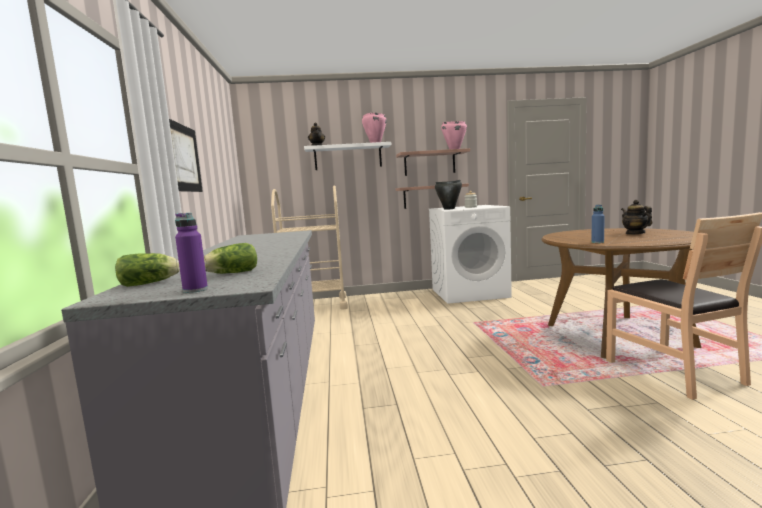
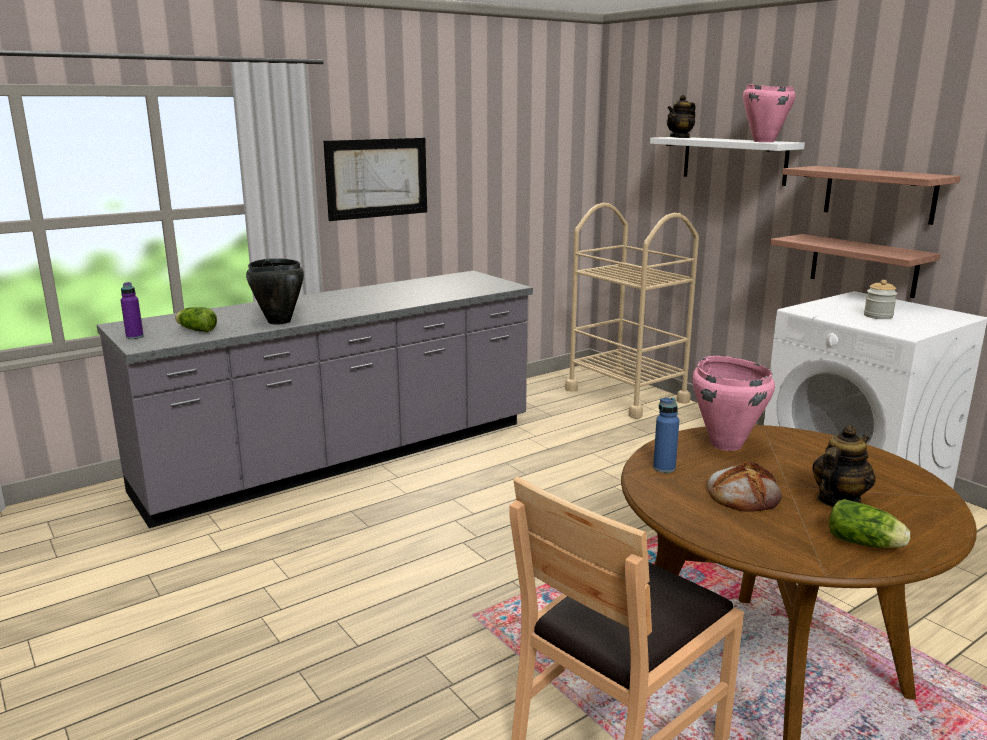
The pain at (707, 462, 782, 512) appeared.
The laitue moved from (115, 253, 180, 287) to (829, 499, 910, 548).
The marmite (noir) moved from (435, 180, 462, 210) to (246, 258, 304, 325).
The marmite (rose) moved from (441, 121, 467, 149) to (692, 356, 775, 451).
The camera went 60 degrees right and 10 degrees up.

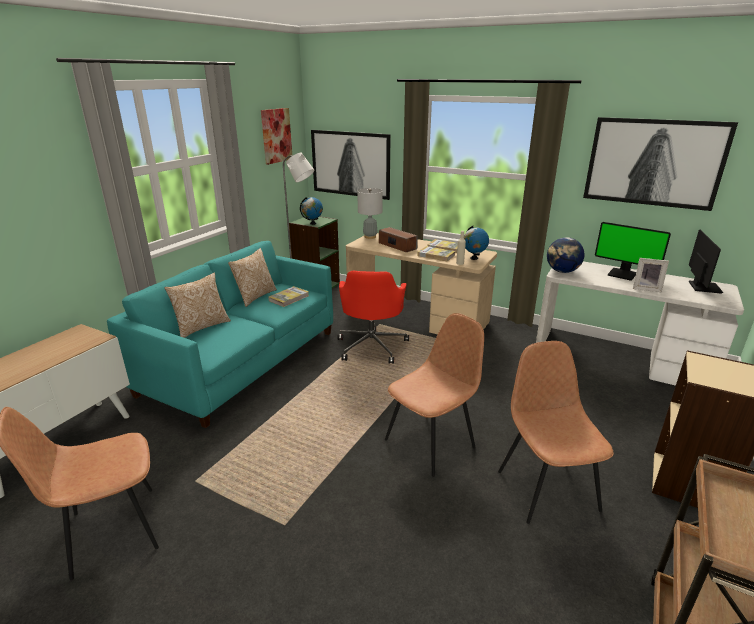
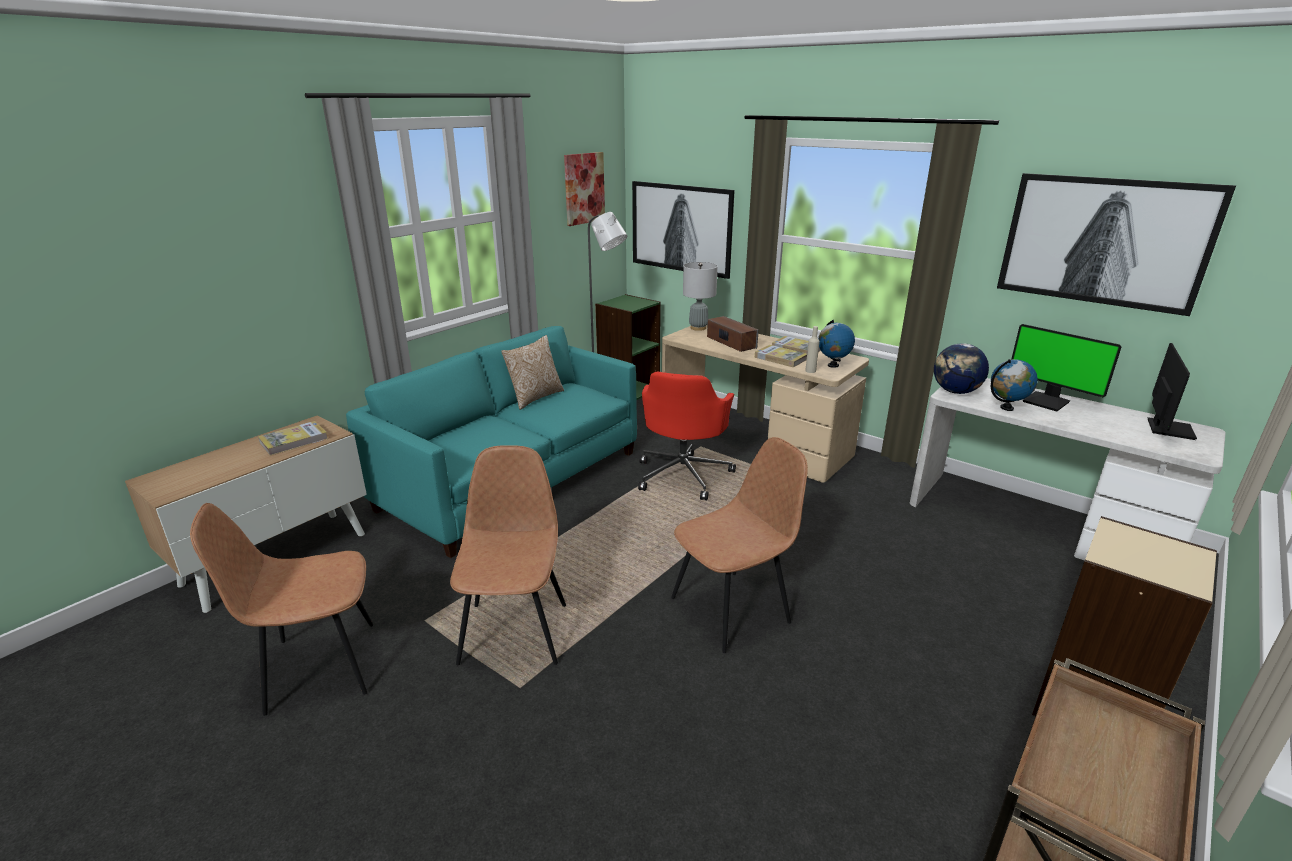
The coussin at (164, 272, 231, 338) disappeared.
The cadre photo at (633, 258, 669, 292) disappeared.
The livre moved from (268, 286, 309, 307) to (258, 421, 328, 456).
The globe moved from (300, 197, 323, 225) to (991, 359, 1038, 411).
The chaise (marron) moved from (498, 341, 614, 524) to (450, 445, 566, 665).
The camera went 10 degrees right and 0 degrees up.

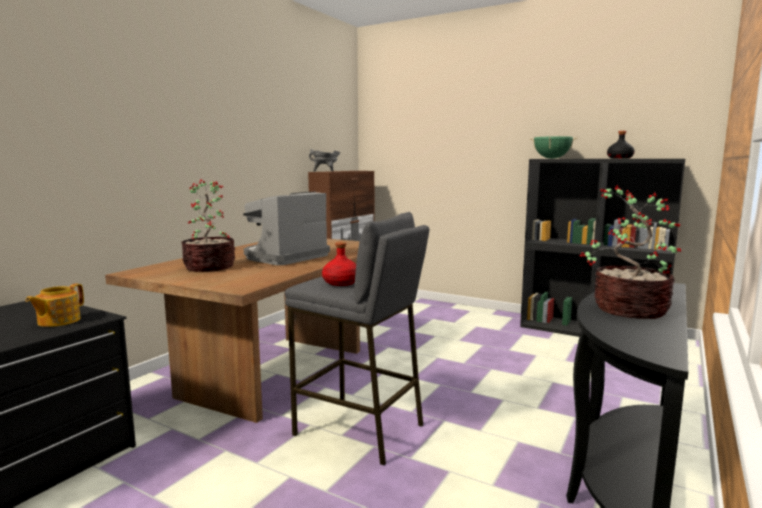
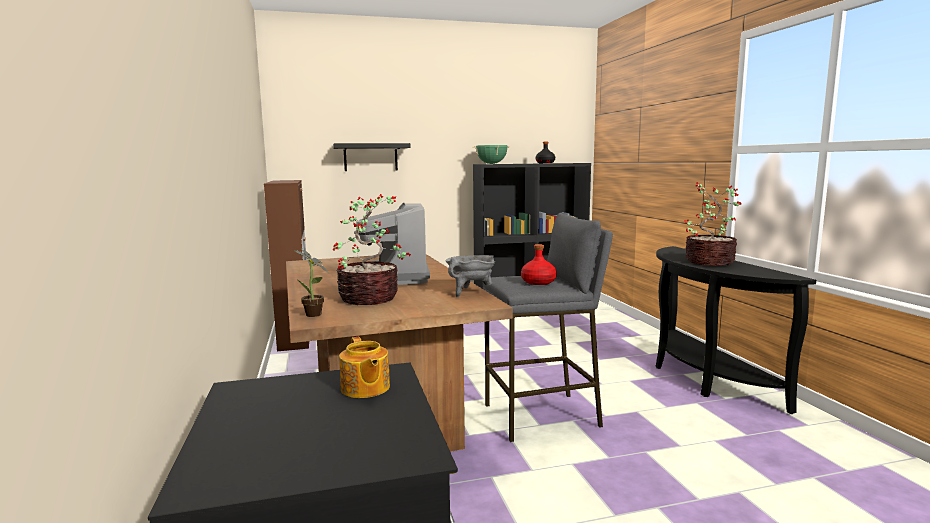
The plante en pot at (294, 249, 329, 317) appeared.
The étagère (noir) at (333, 143, 411, 171) appeared.
The marmite (gris) moved from (309, 149, 340, 172) to (445, 255, 495, 297).
The camera went 45 degrees left and 0 degrees up.

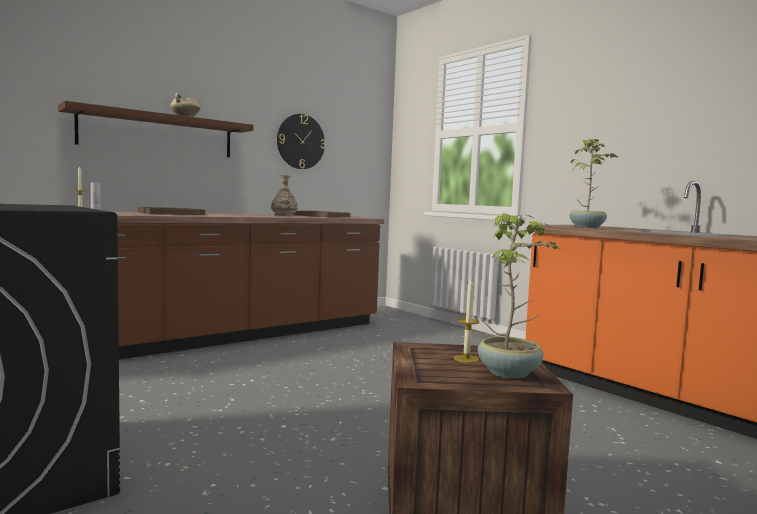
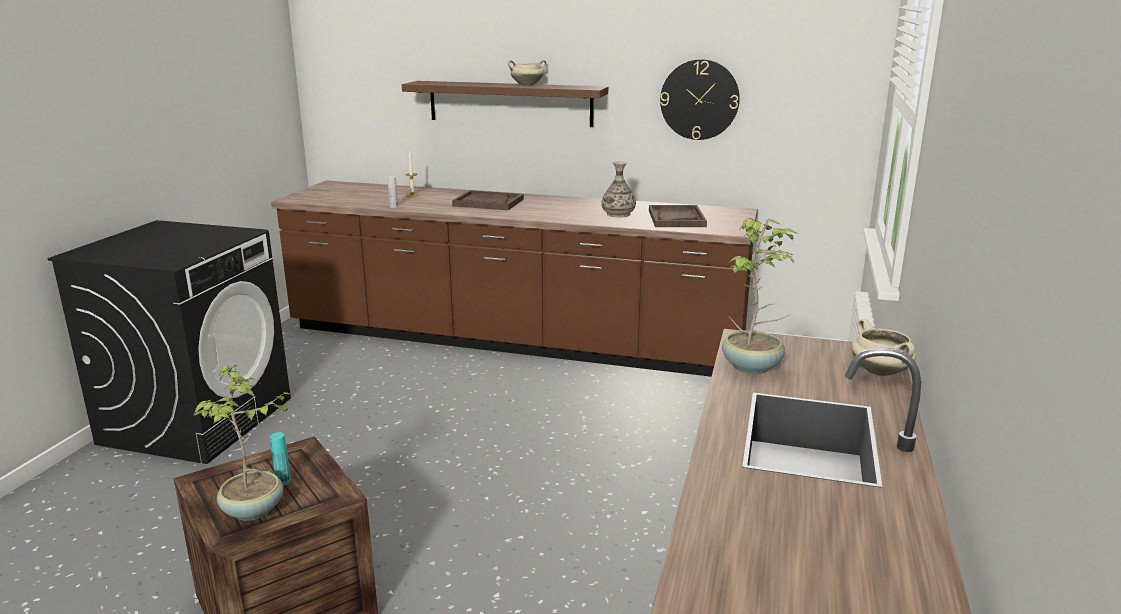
The marmite (beige) at (851, 319, 916, 376) appeared.
The bougie at (454, 279, 480, 363) was replaced by the bouteille (turquoise) at (270, 432, 291, 485).
The camera went 55 degrees right and 15 degrees up.

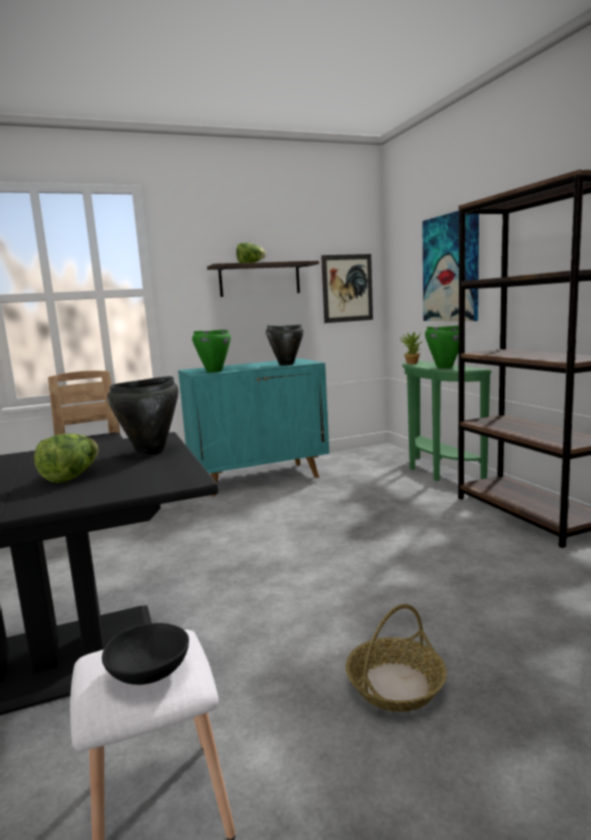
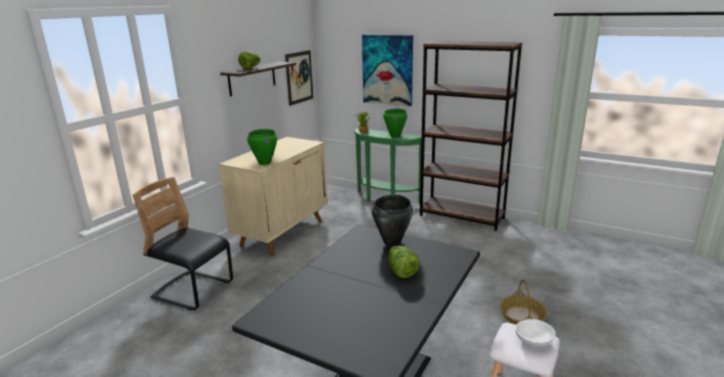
The marmite (noir) at (266, 325, 304, 365) disappeared.
The bol (noir) at (102, 623, 189, 685) became the bol (blanc) at (515, 319, 555, 347).
The meuble de rangement (turquoise) at (178, 358, 329, 496) became the meuble de rangement (beige) at (219, 137, 328, 256).
The camera went 40 degrees left and 10 degrees up.

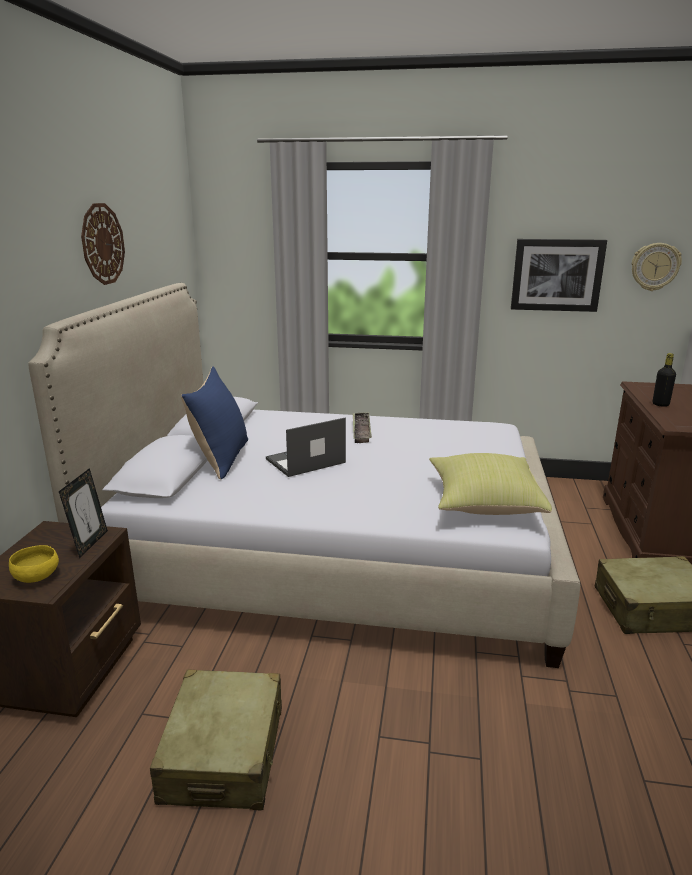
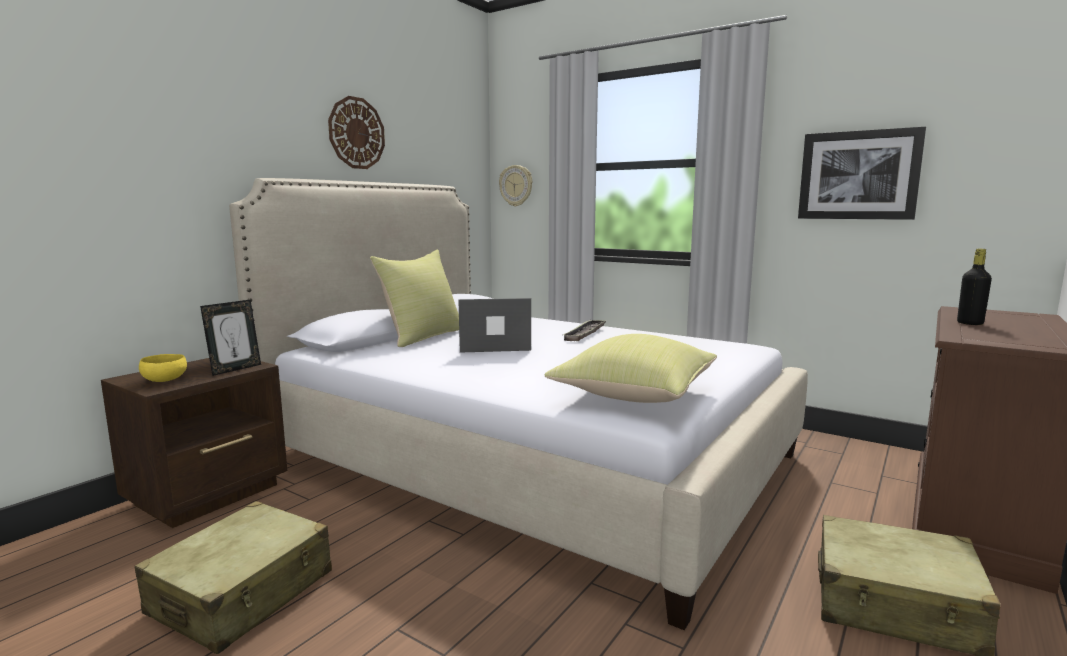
The horloge murale moved from (632, 243, 682, 291) to (499, 165, 532, 207).
The coussin (bleu) at (181, 367, 248, 480) became the coussin (jaune) at (370, 250, 459, 347).
The camera went 25 degrees right and 10 degrees down.

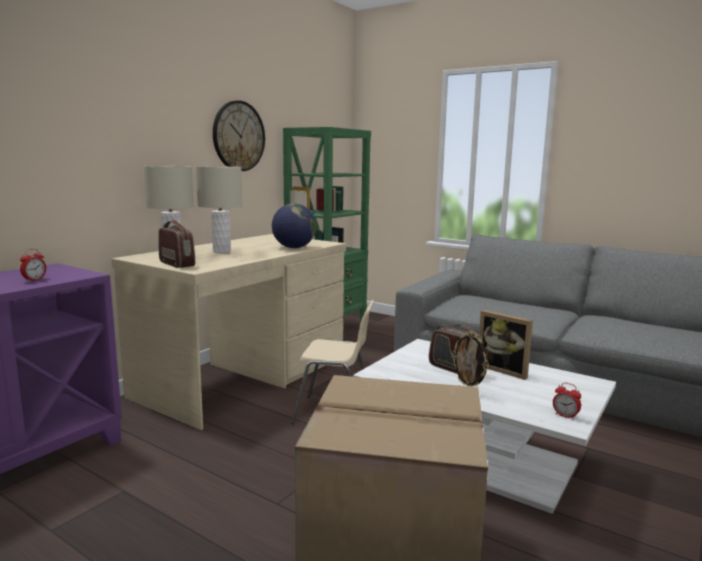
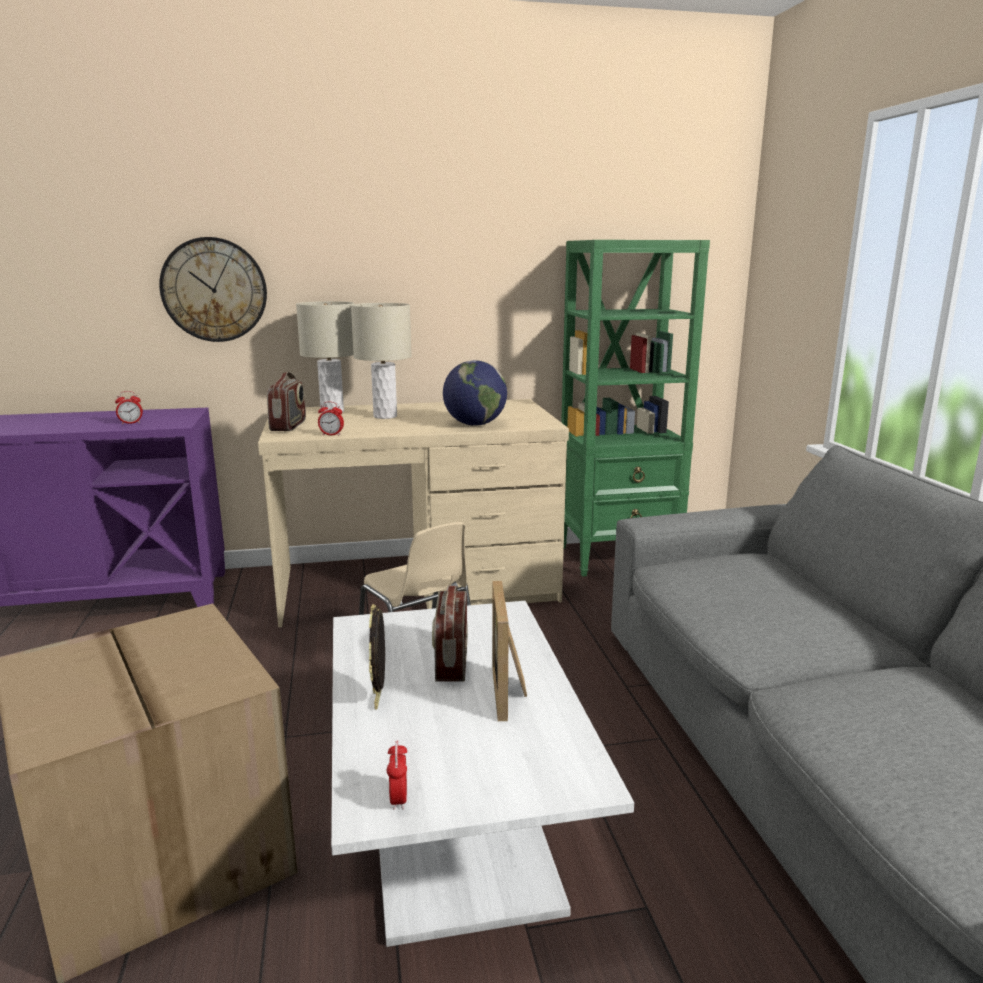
The réveil at (318, 402, 344, 436) appeared.
The horloge murale moved from (213, 101, 265, 171) to (159, 237, 267, 342).
The camera went 45 degrees right and 5 degrees up.

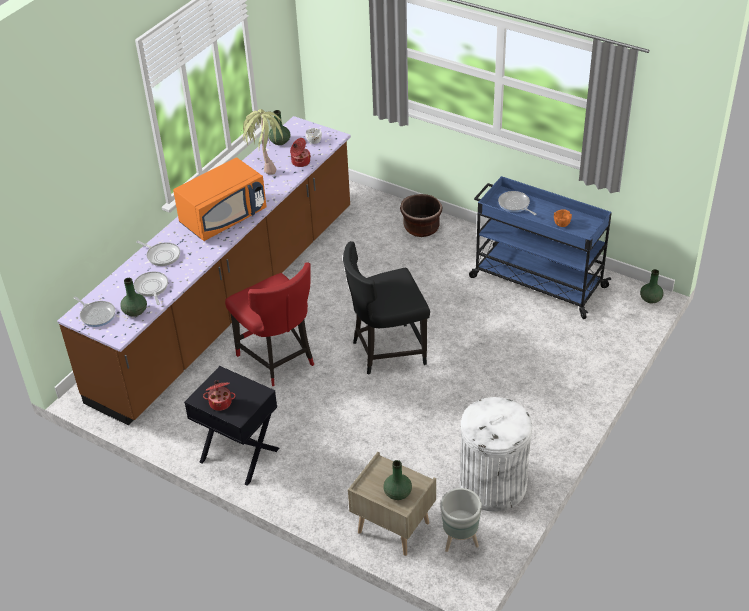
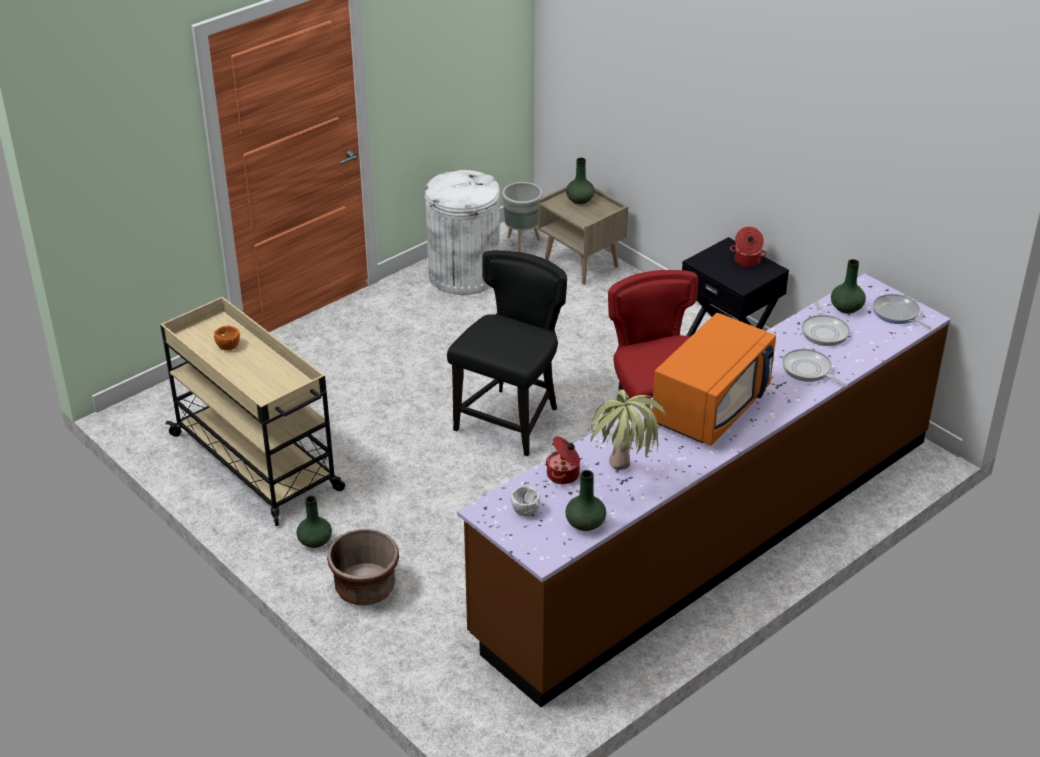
The poêle at (498, 191, 536, 215) disappeared.
The vase (vert) moved from (640, 269, 664, 303) to (297, 496, 332, 548).
The chariot (bleu) at (469, 176, 612, 319) became the chariot (beige) at (160, 297, 345, 526).
The micro-ondes (orange) at (173, 158, 267, 241) turned 150 degrees clockwise.
The chaise (noir) at (343, 241, 430, 375) turned 60 degrees counterclockwise.
The camera went 165 degrees left and 5 degrees down.

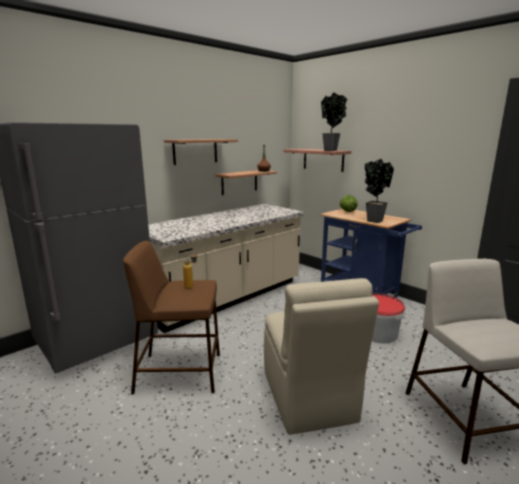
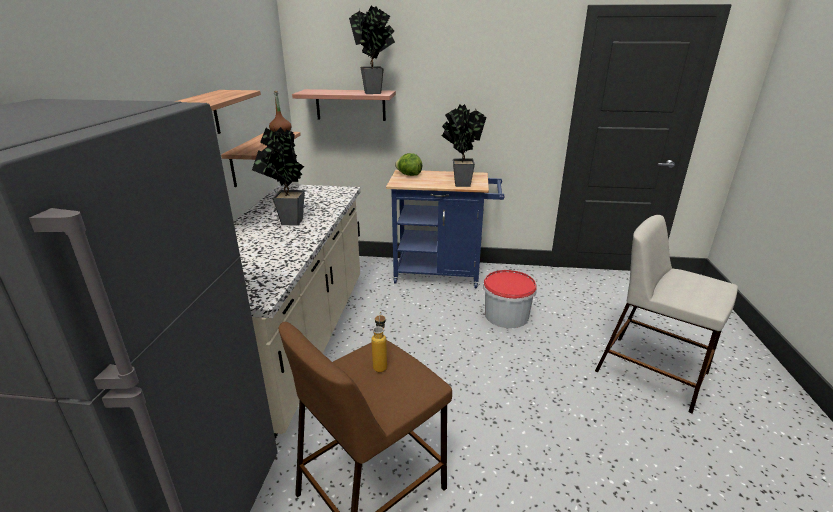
The chaise (beige) at (264, 278, 379, 435) disappeared.
The plante en pot at (252, 127, 305, 226) appeared.
The camera went 40 degrees left and 10 degrees up.

